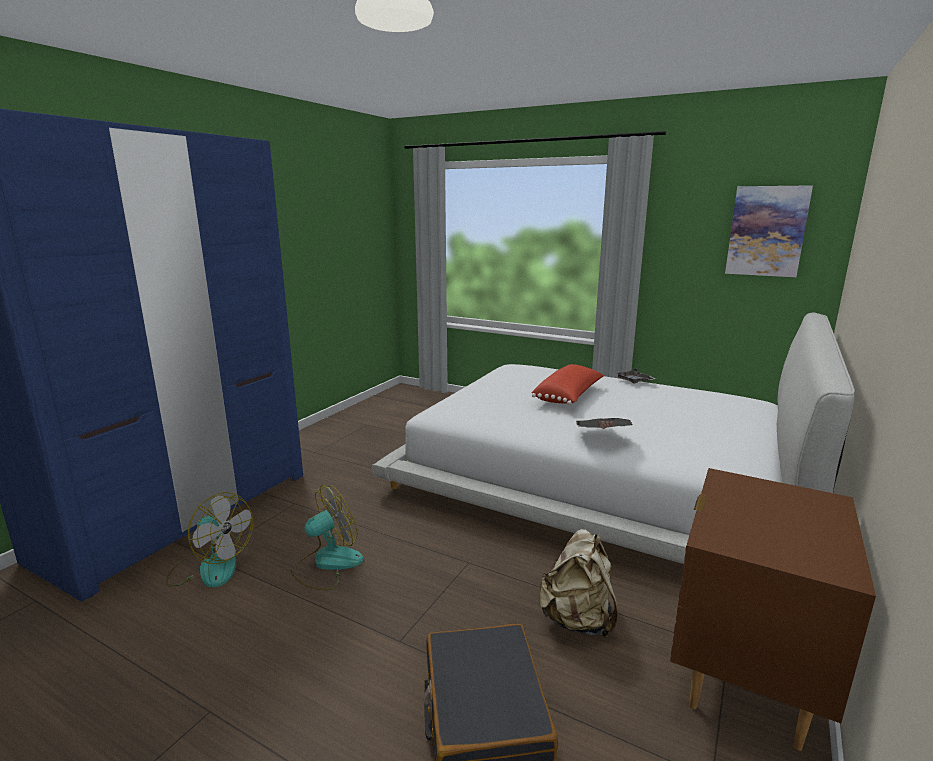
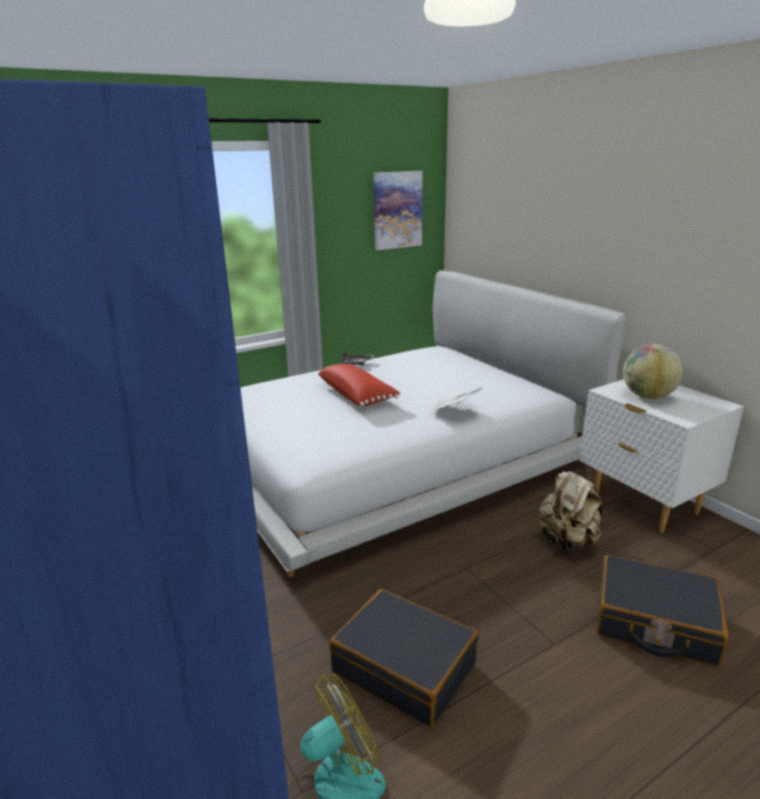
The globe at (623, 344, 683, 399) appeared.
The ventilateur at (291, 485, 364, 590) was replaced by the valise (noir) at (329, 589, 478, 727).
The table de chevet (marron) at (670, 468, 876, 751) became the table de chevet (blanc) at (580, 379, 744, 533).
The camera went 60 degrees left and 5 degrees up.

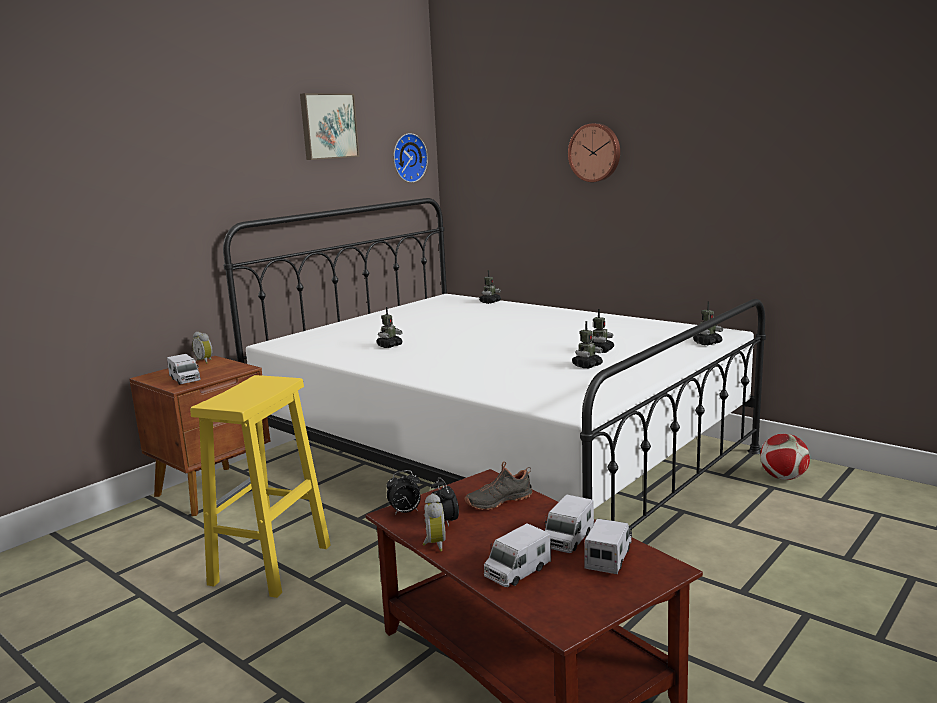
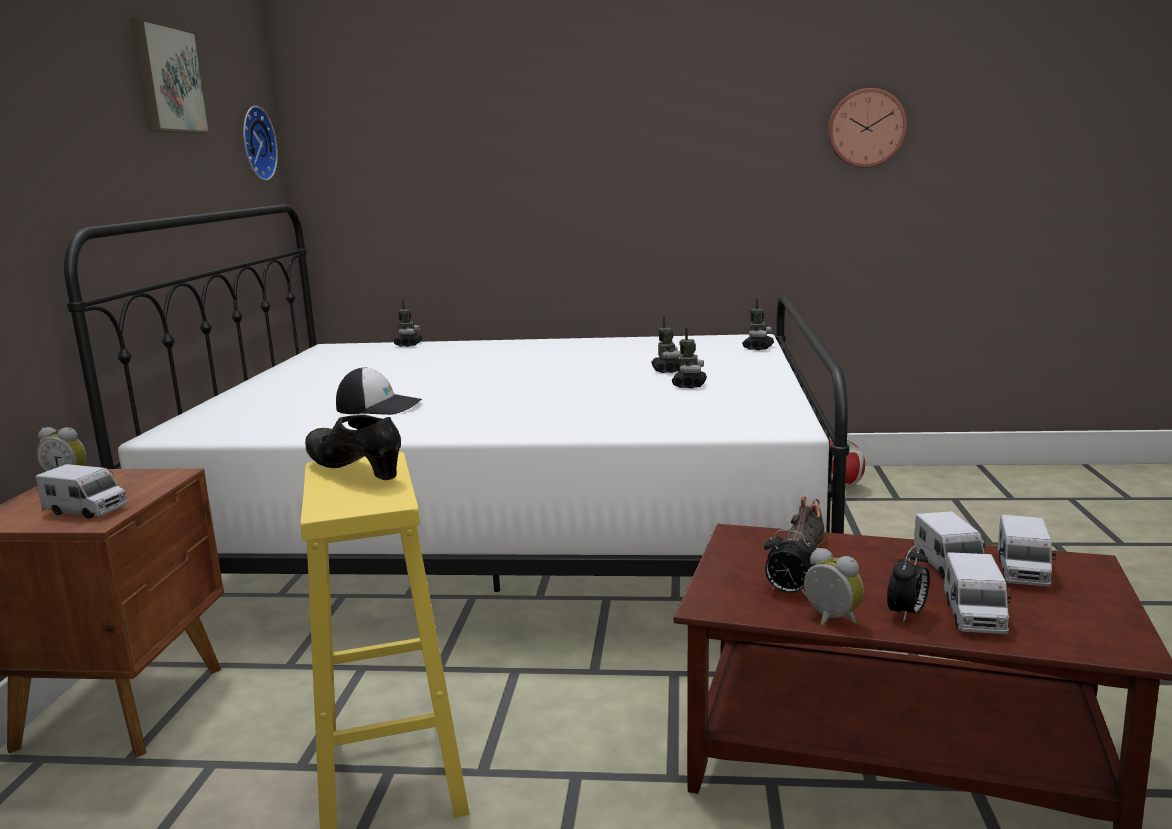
The chaussure (noir) at (305, 414, 401, 480) appeared.
The réveil moved from (386, 470, 421, 515) to (887, 545, 929, 622).
The horloge murale moved from (568, 123, 620, 182) to (828, 88, 907, 168).
The robot jouet at (376, 307, 403, 348) was replaced by the casquette at (336, 367, 422, 415).
The camion jouet at (584, 518, 632, 574) turned 150 degrees counterclockwise.
The camera went 35 degrees left and 0 degrees up.

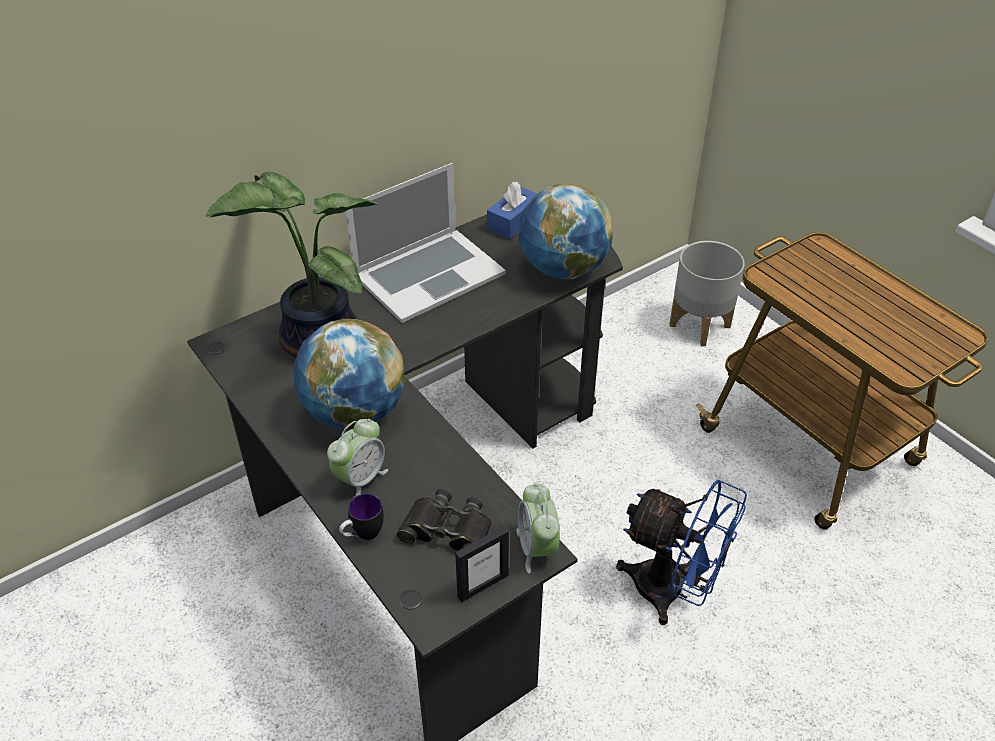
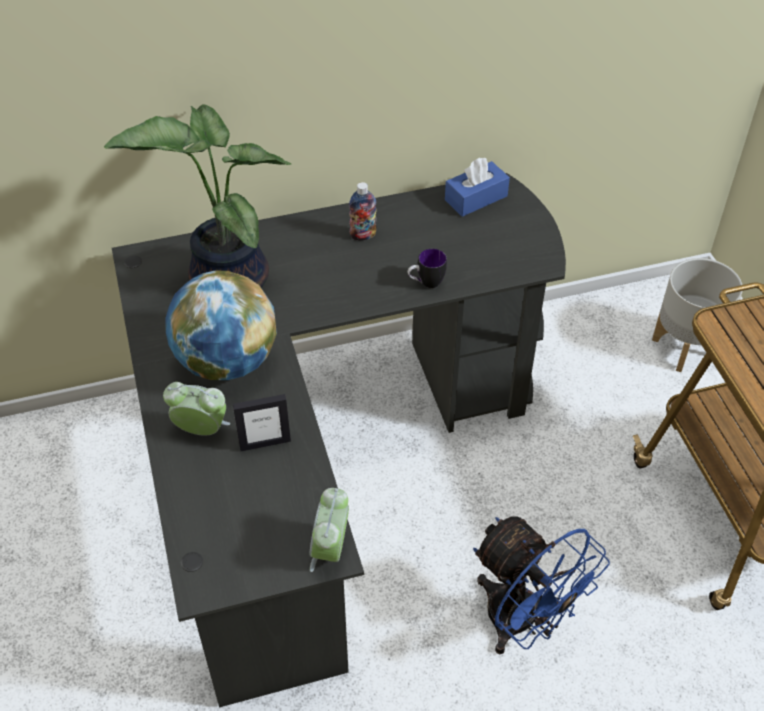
The jumelles (noir) at (397, 489, 492, 551) disappeared.
The globe at (519, 184, 613, 280) disappeared.
The mug moved from (339, 494, 384, 540) to (407, 249, 447, 288).
The cadre photo moved from (455, 526, 509, 602) to (233, 394, 291, 451).
The ordinateur portable at (345, 163, 506, 323) was replaced by the bouteille at (349, 182, 377, 241).
The réveil at (327, 419, 388, 498) turned 135 degrees counterclockwise.
The camera went 20 degrees right and 5 degrees up.

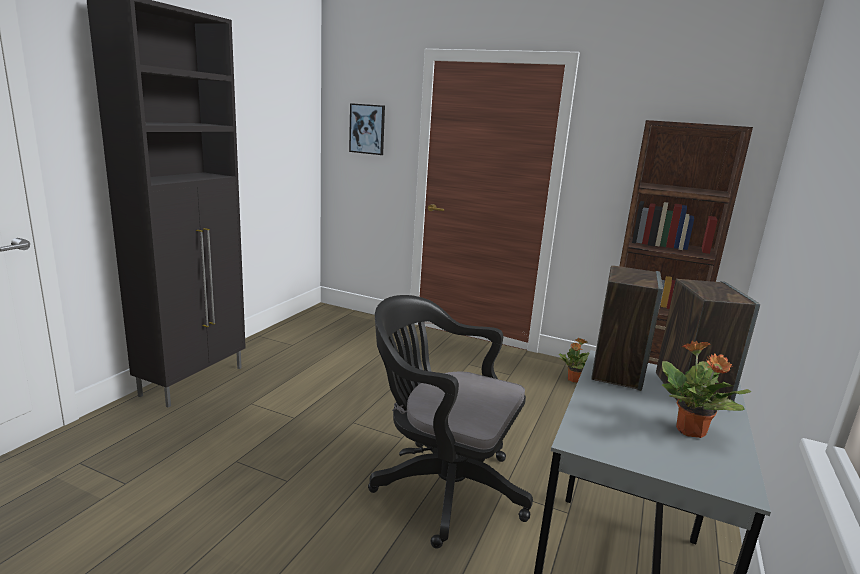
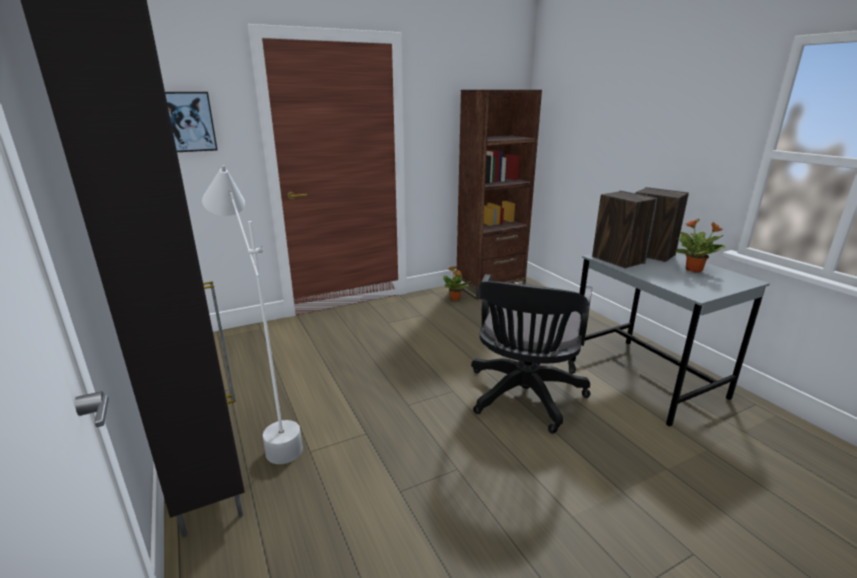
The lampadaire (blanc) at (202, 165, 303, 464) appeared.
The chaise de bureau (noir) at (368, 295, 533, 549) turned 45 degrees counterclockwise.
The camera went 50 degrees left and 5 degrees up.

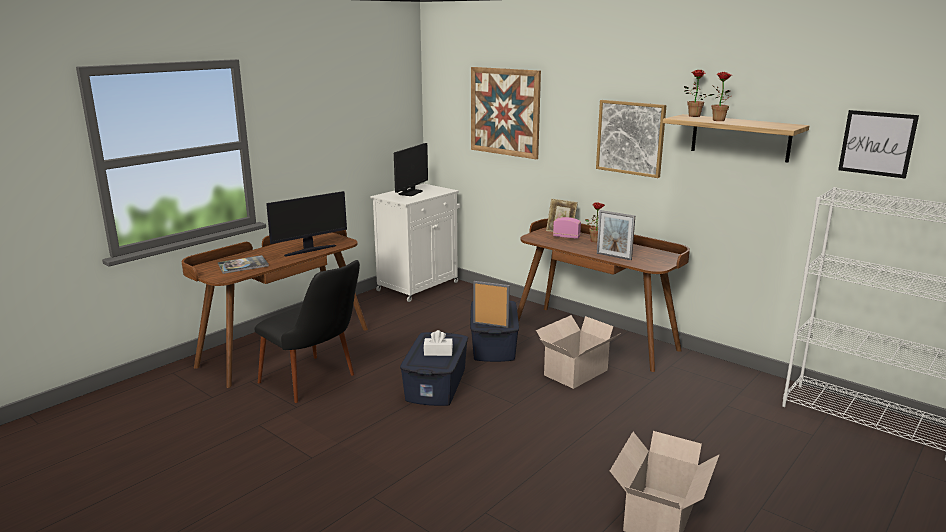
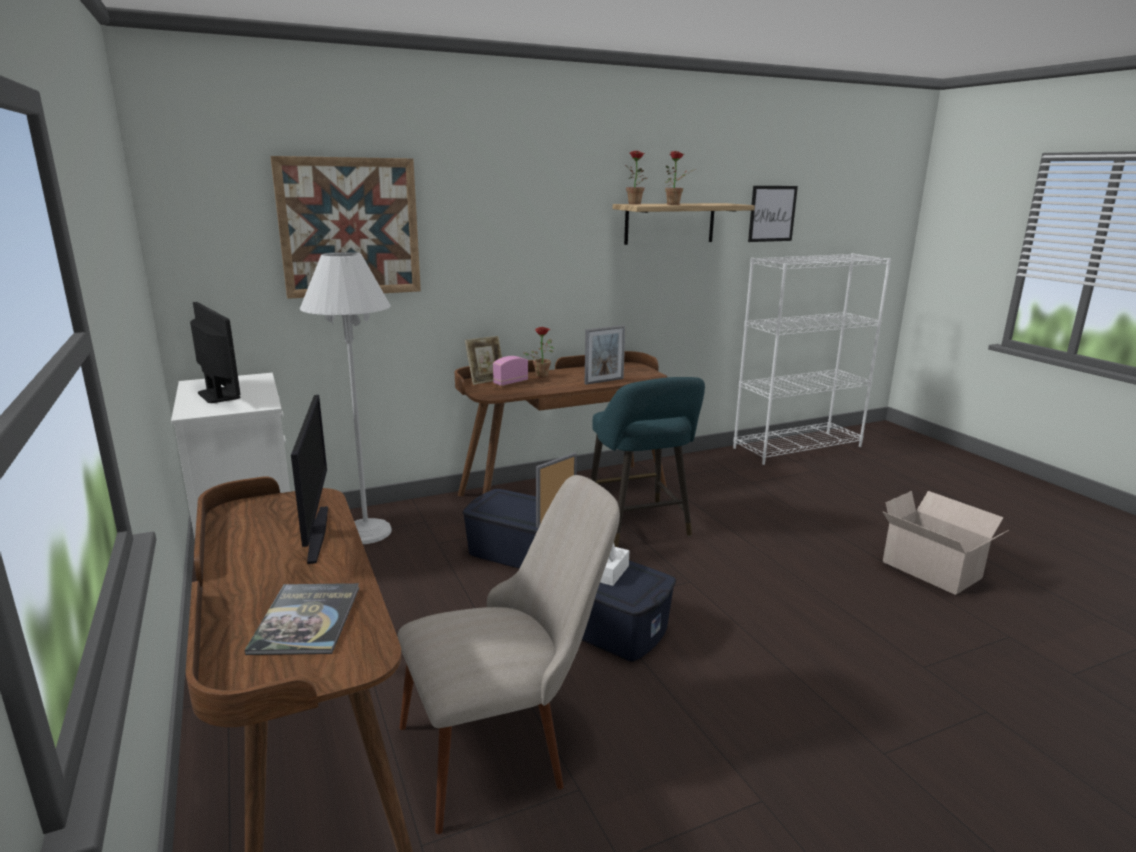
The tableau at (596, 100, 667, 178) disappeared.
The lampadaire (blanc) at (300, 252, 392, 544) appeared.
The carton at (536, 315, 621, 389) was replaced by the tabouret (turquoise) at (591, 377, 705, 547).
The chaise (noir) at (254, 260, 360, 403) became the chaise (beige) at (397, 475, 620, 834).
The camera went 65 degrees left and 0 degrees up.

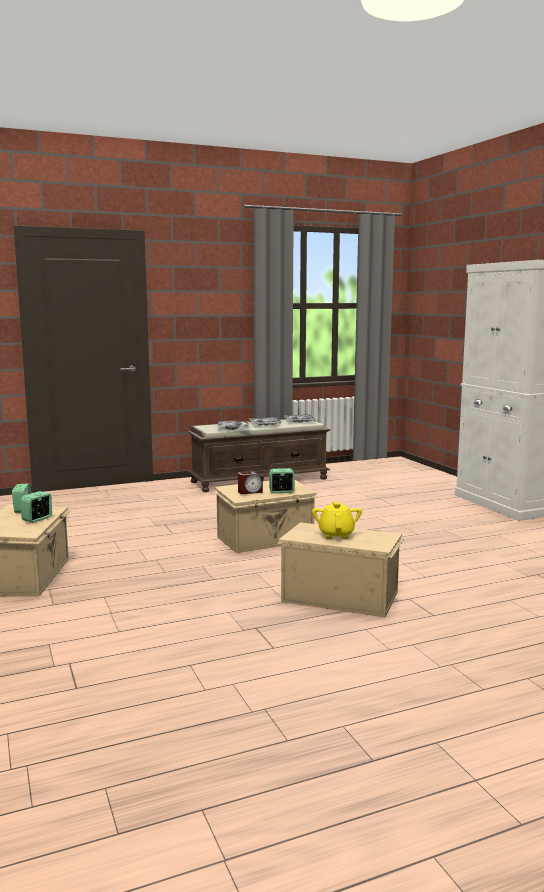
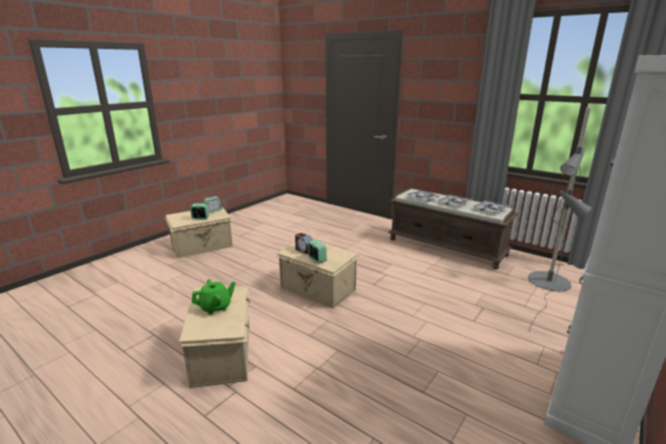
The lampadaire (gris) at (528, 107, 592, 331) appeared.
The théière (jaune) at (312, 502, 362, 539) became the théière (vert) at (191, 279, 236, 315).
The camera went 60 degrees right and 10 degrees up.

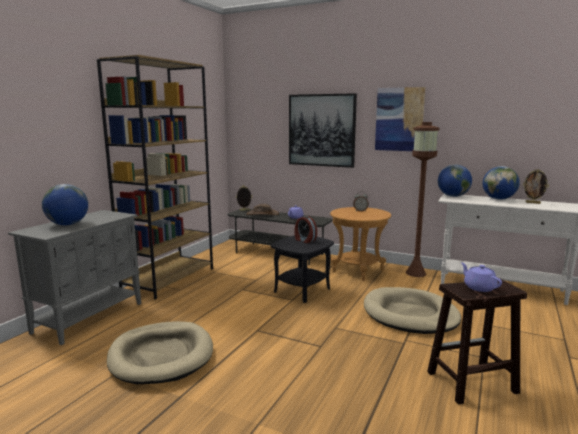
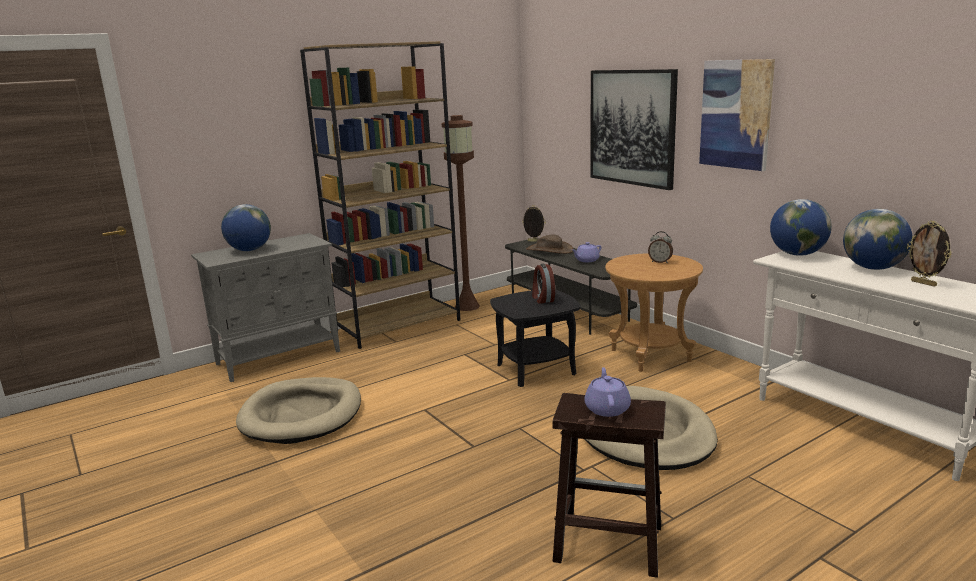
The lampadaire (marron) moved from (406, 122, 439, 277) to (442, 115, 480, 311).
The camera went 30 degrees right and 5 degrees up.

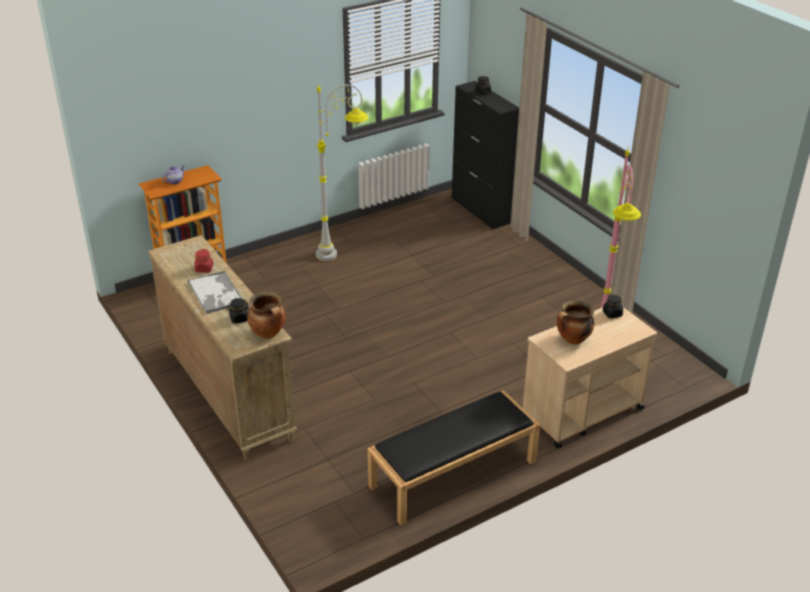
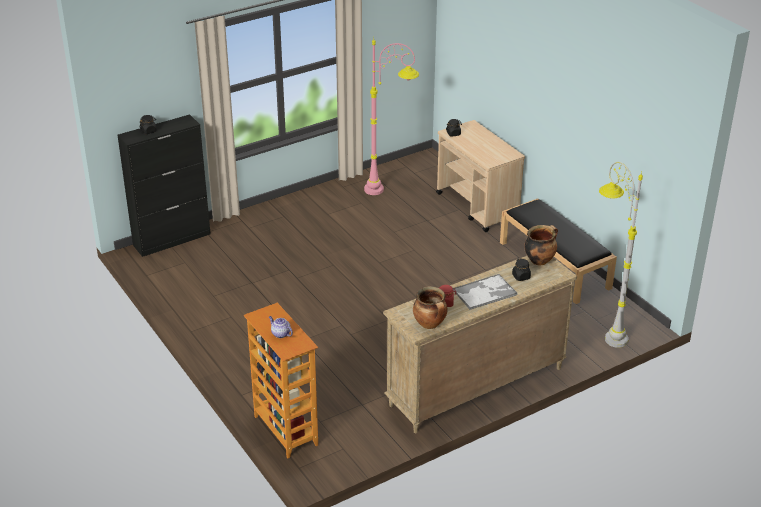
The lampadaire (gris) moved from (316, 83, 368, 261) to (599, 162, 643, 348).
The marmite moved from (557, 300, 594, 345) to (413, 286, 448, 329).
The camera went 90 degrees left and 0 degrees up.

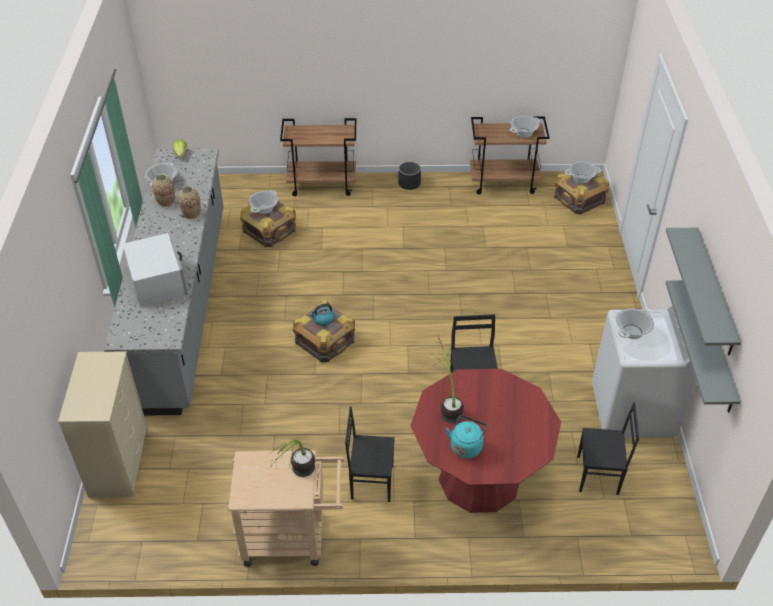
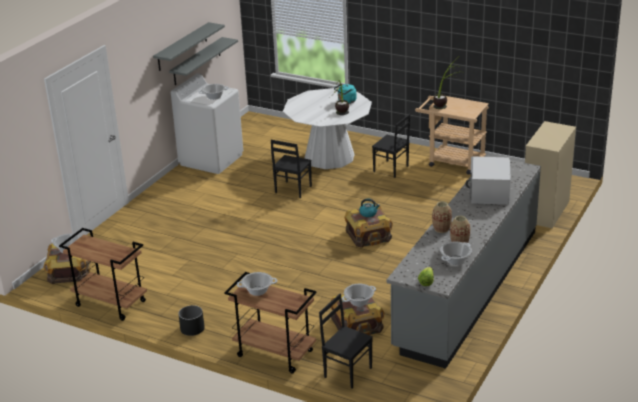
The marmite moved from (510, 115, 540, 137) to (237, 272, 277, 296).
The chaise (noir) moved from (577, 402, 639, 495) to (319, 294, 373, 388).
The table à manger (rouge) at (411, 369, 561, 513) became the table à manger (blanc) at (283, 88, 372, 169).
The camera went 150 degrees left and 15 degrees down.

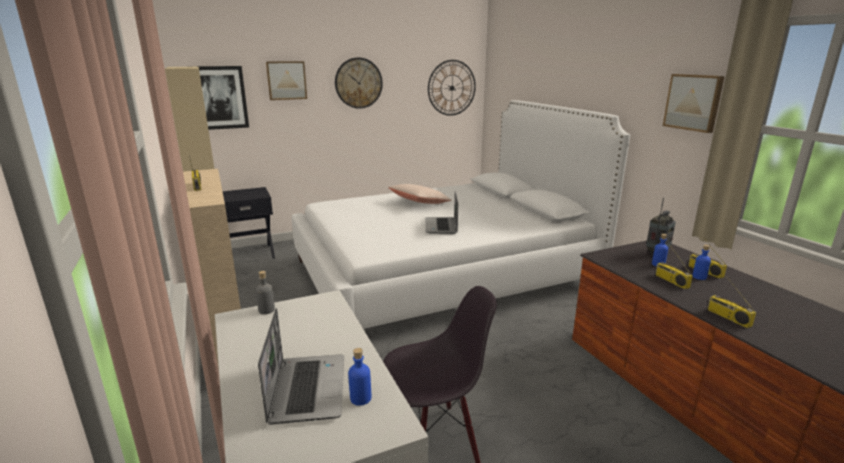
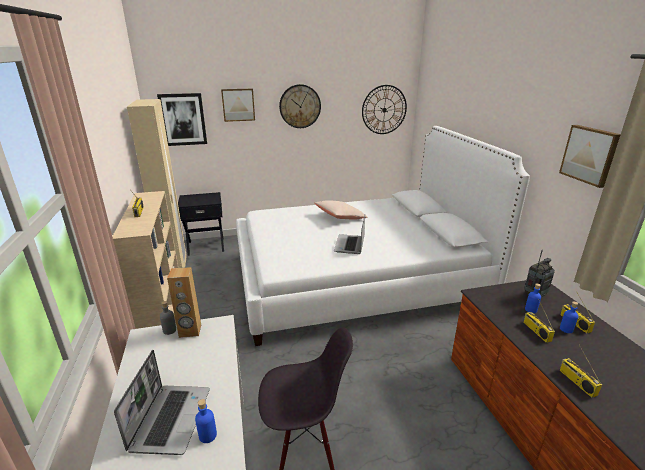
The enceinte (marron) at (167, 267, 201, 338) appeared.
The camera went 10 degrees right and 5 degrees up.

